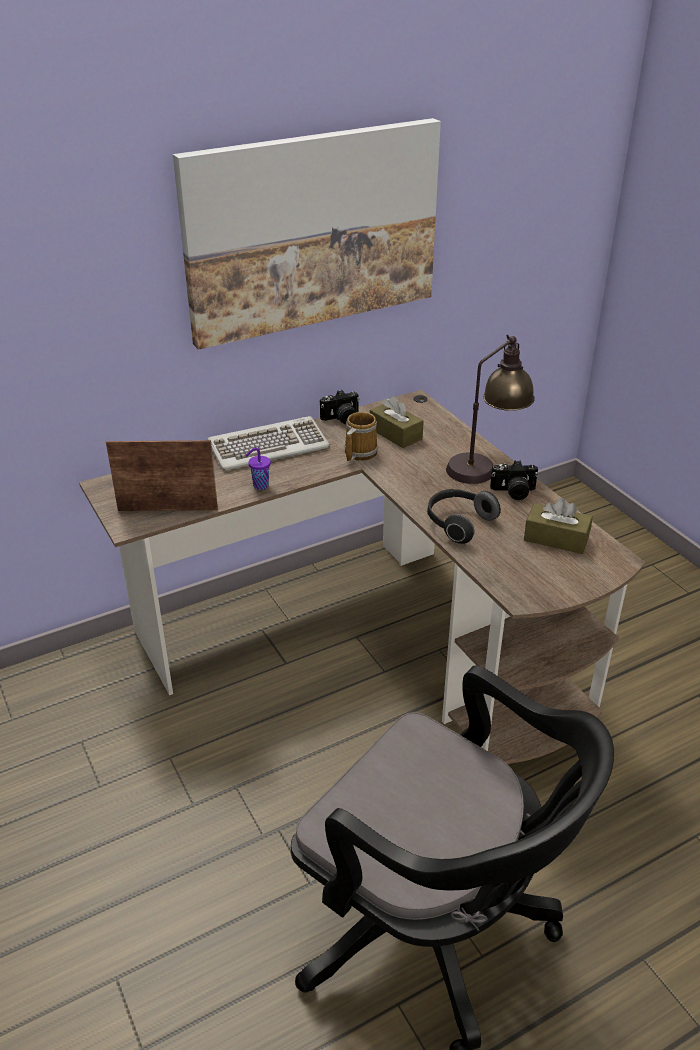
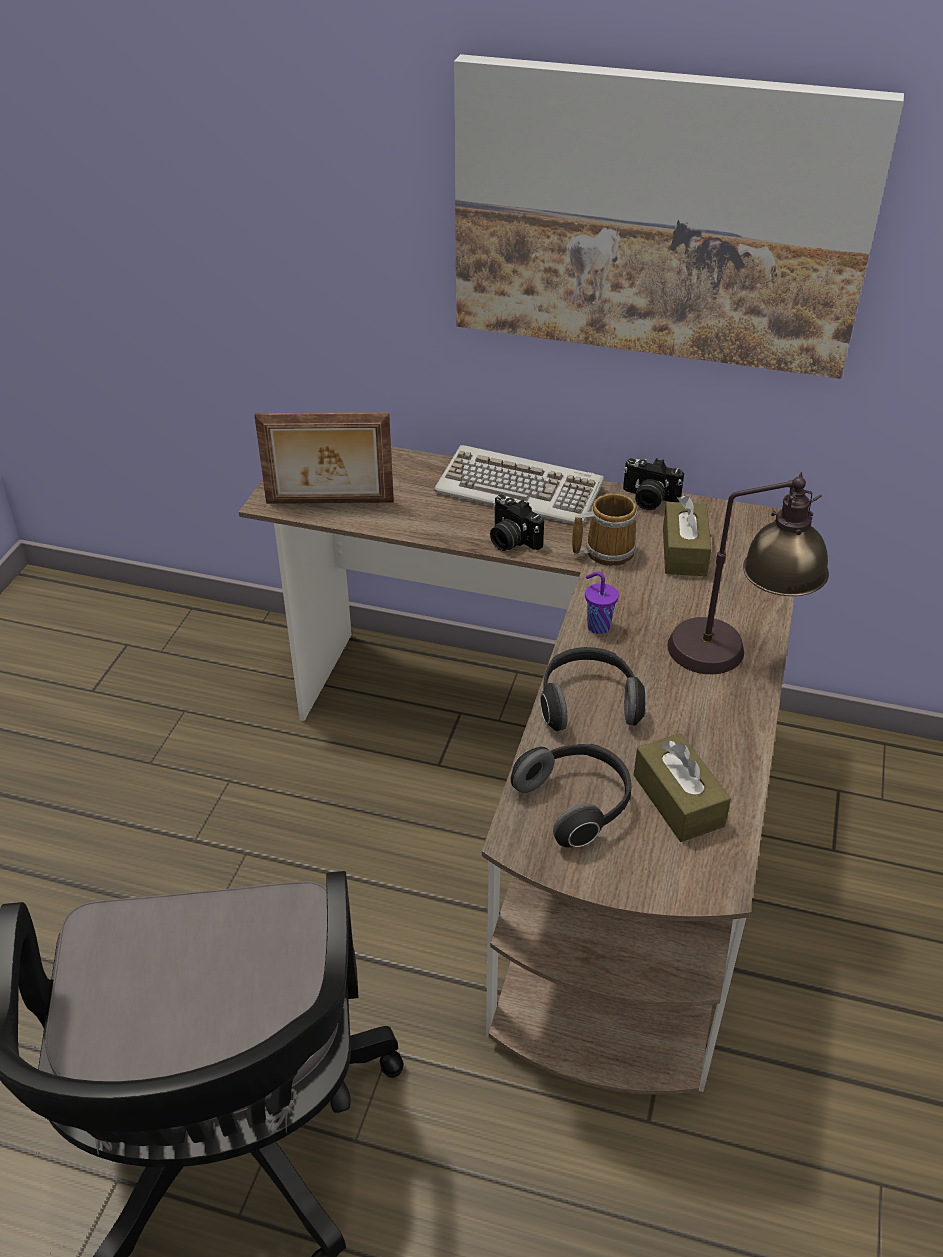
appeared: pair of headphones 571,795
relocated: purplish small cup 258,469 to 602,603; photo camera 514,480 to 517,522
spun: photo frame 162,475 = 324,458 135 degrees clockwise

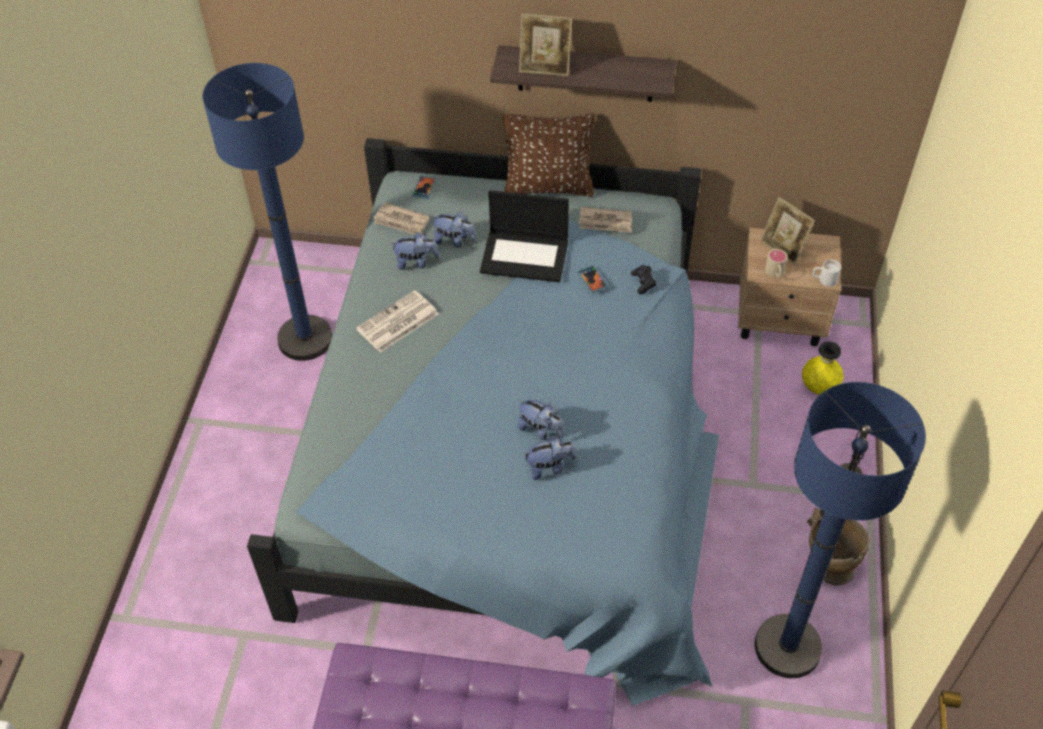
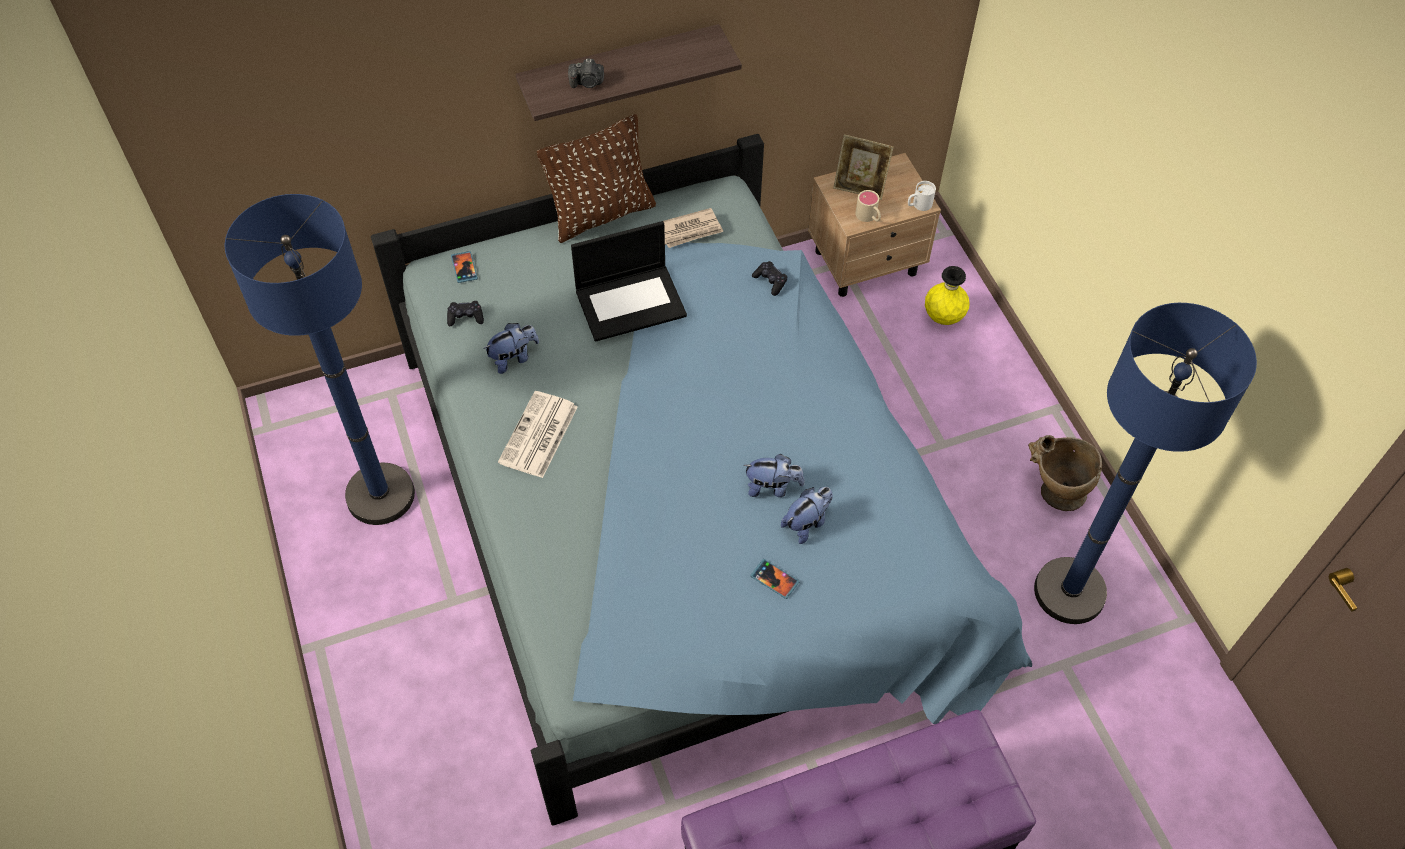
missing: cuddly toy 454,230
relocated: phone 593,279 to 774,579
exchanged: newspaper 402,218 to black-coloured gamepad 465,313; photo frame 546,44 to photo camera 586,73

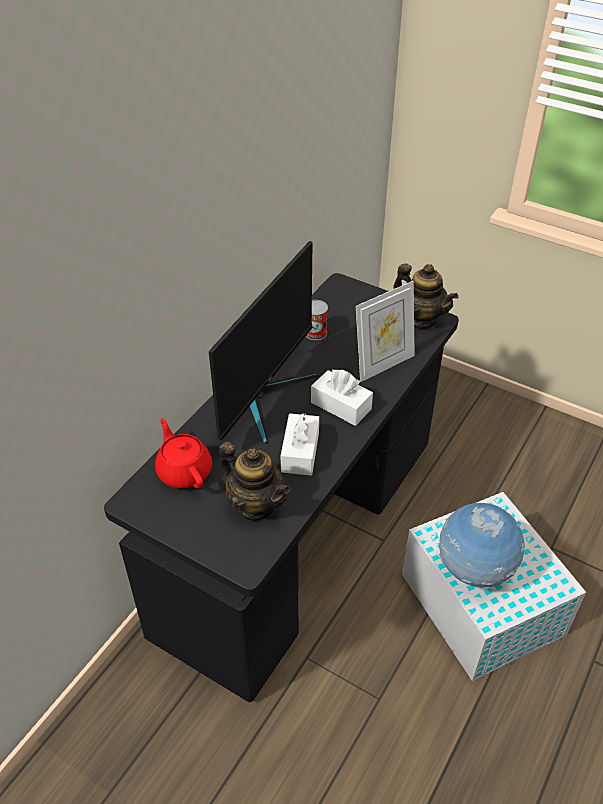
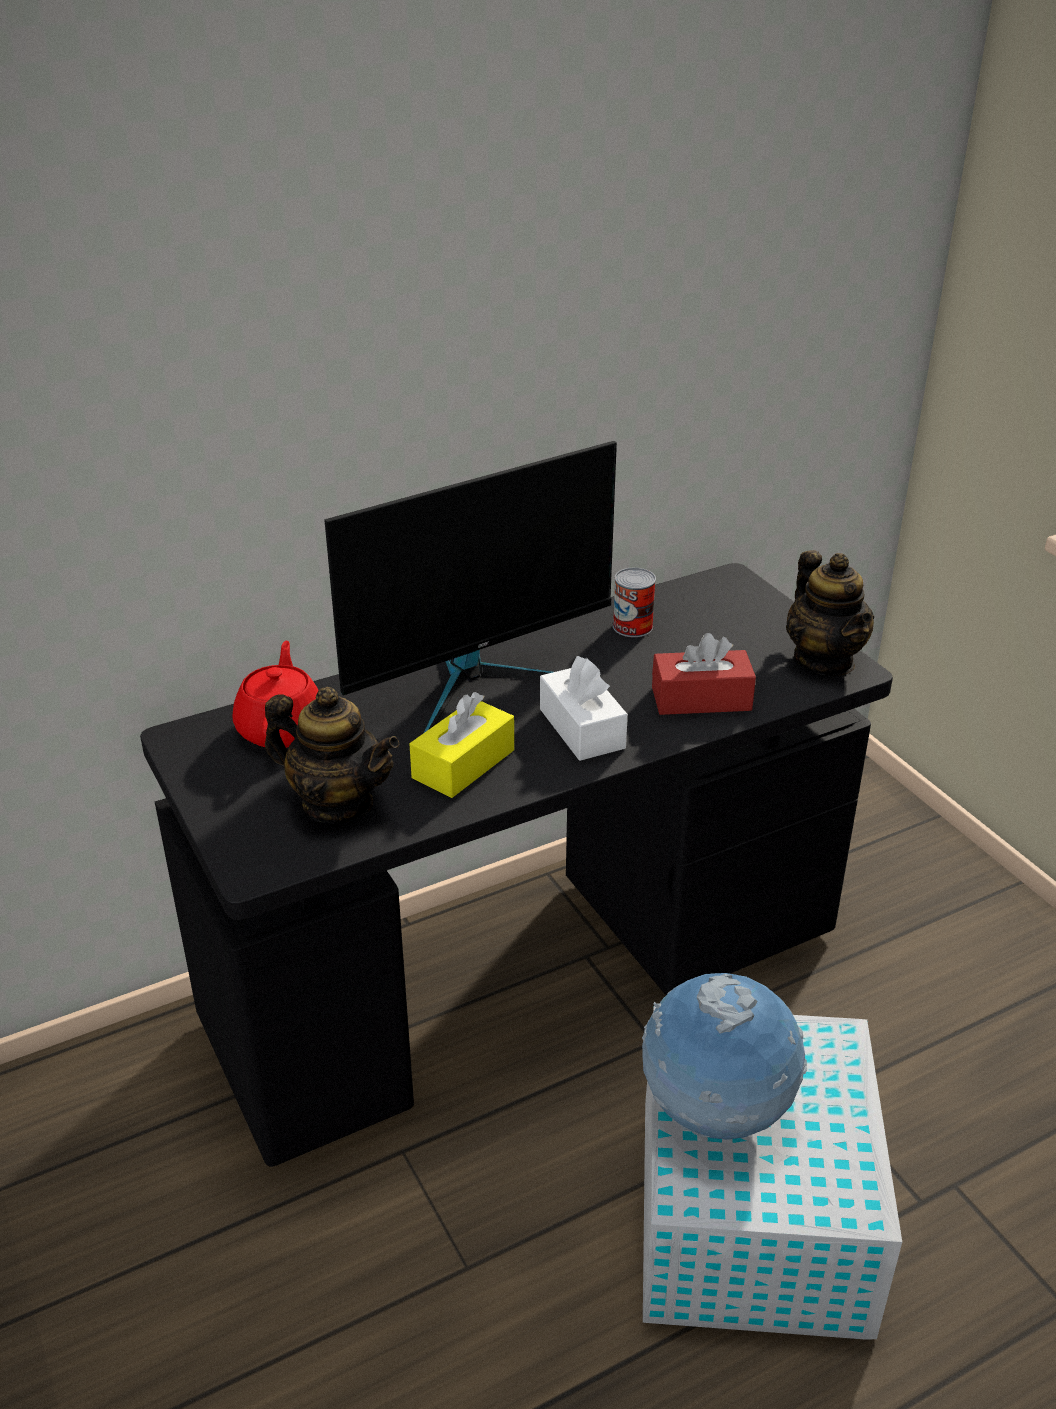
exchanged: photo frame 385,331 to red tissue box 704,674
colour: white tissue box 300,444 to yellow tissue box 461,745
spun: teapot 254,481 = 332,755 45 degrees counterclockwise

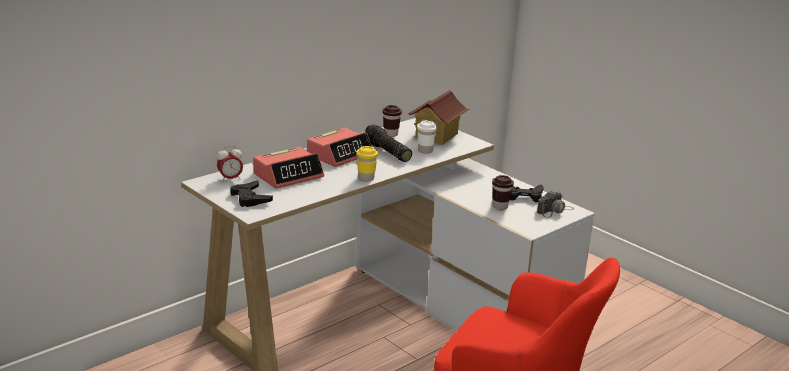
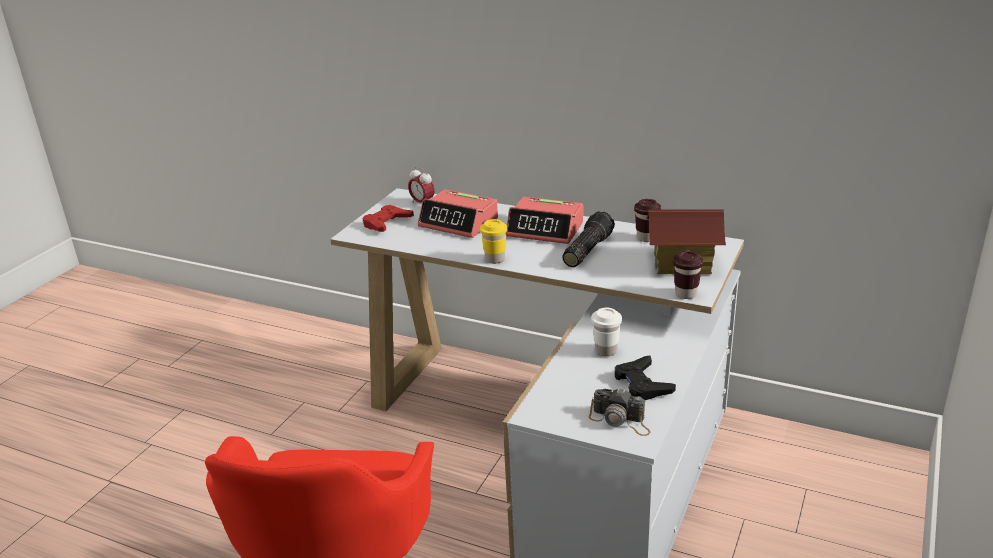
relocated: white small cup 427,137 to 606,331; brownish small cup 503,192 to 688,275
colour: black-coloured gamepad 251,193 to red gamepad 388,218

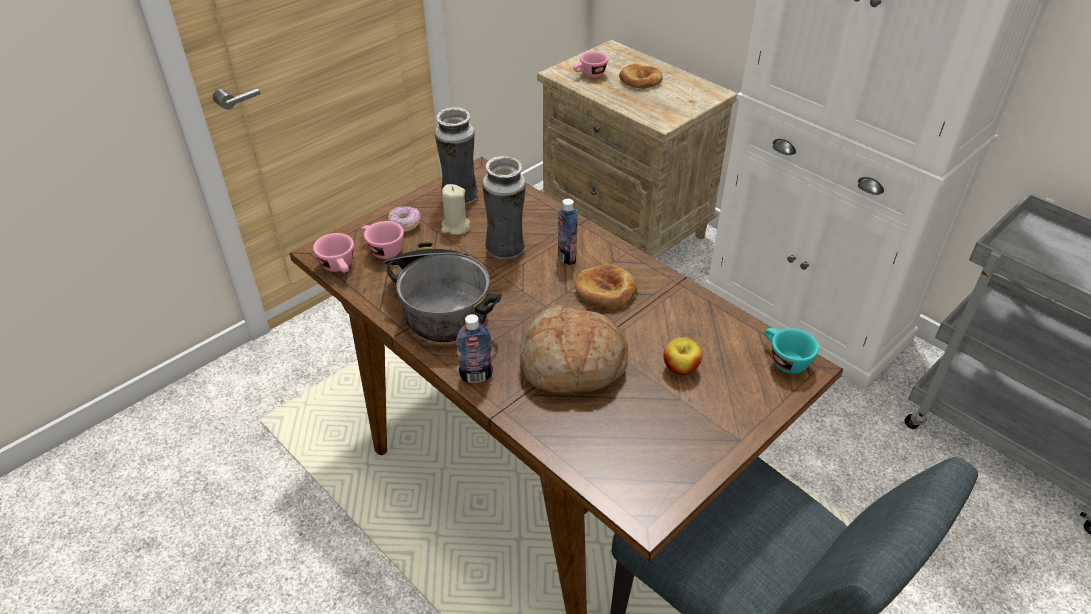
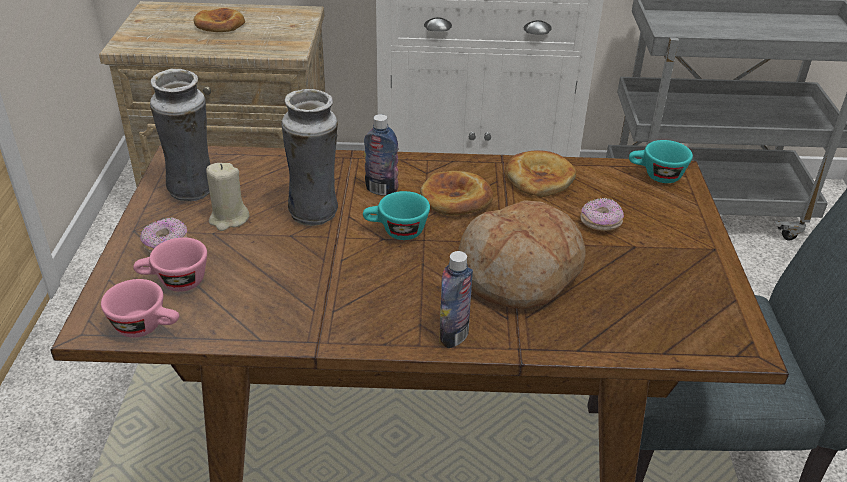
missing: stockpot 443,292; pinkish small cup 590,64
appeared: turquoise-coloured small cup 396,215; bakery bread 540,173
exchanged: apple 683,356 to donut 602,214

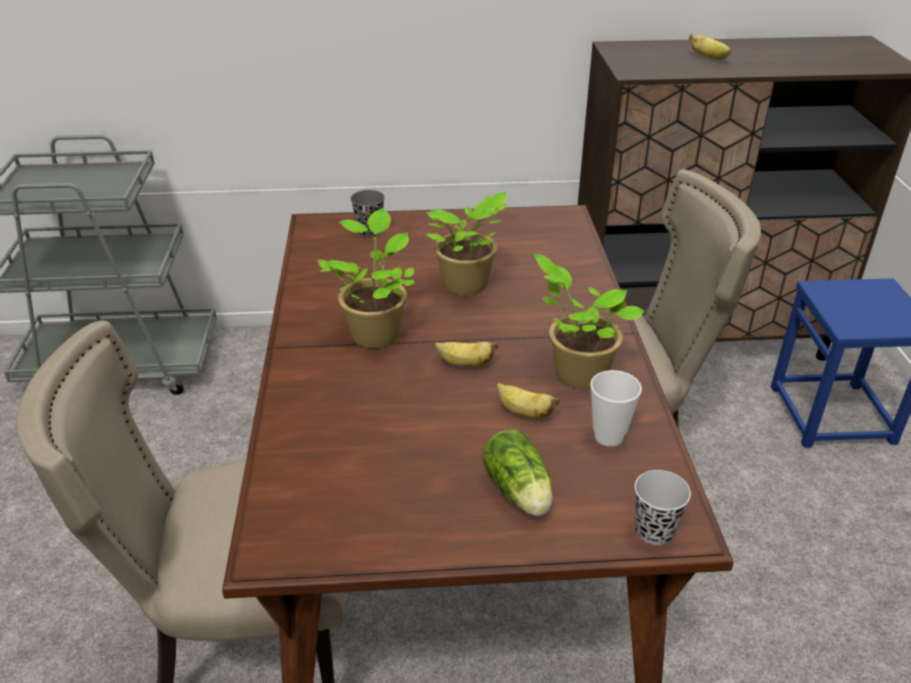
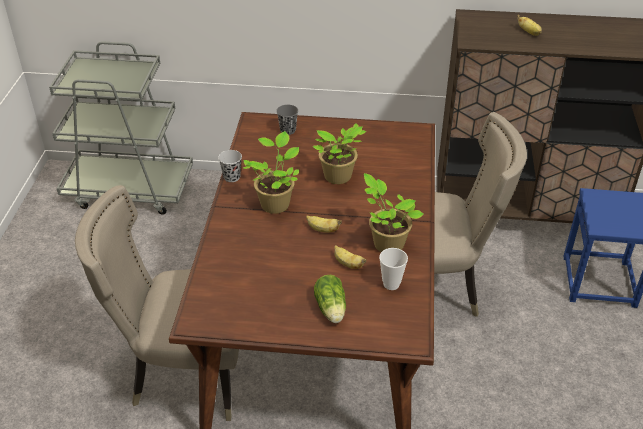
relocated: black-coloured small cup 663,507 to 230,166

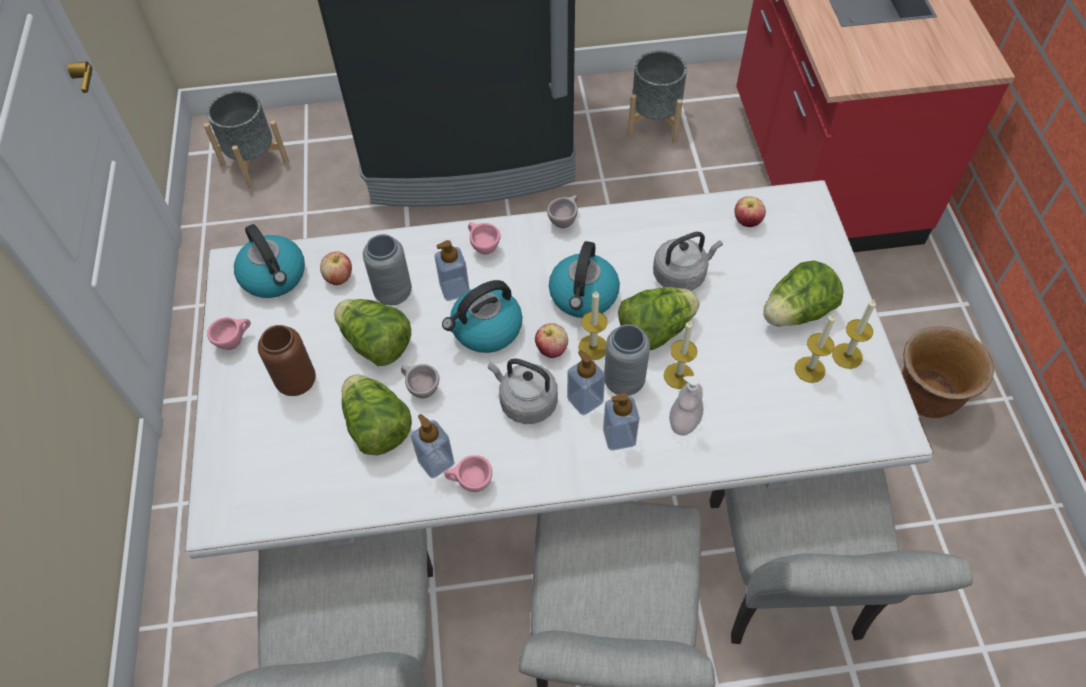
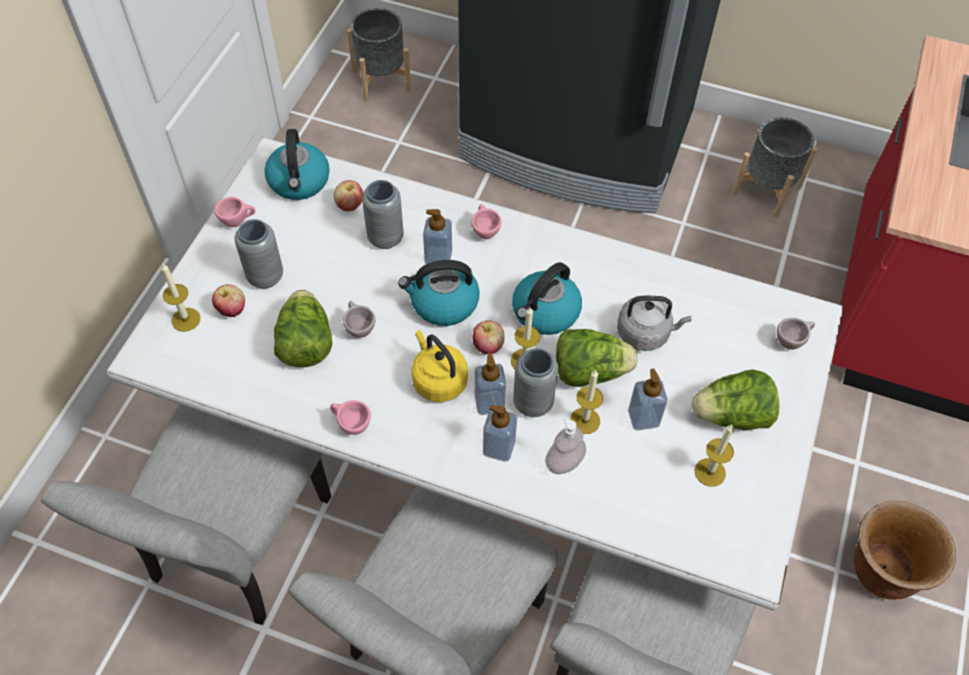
missing: lettuce head 372,332
relocated: soap dispenser 432,446 to 648,399; beige small cup 562,211 to 796,334; apple 750,211 to 228,300; candle 854,334 to 180,298
colour: brownish vase 287,360 to gray vase 259,254; gray tea kettle 523,391 to yellow tea kettle 439,366

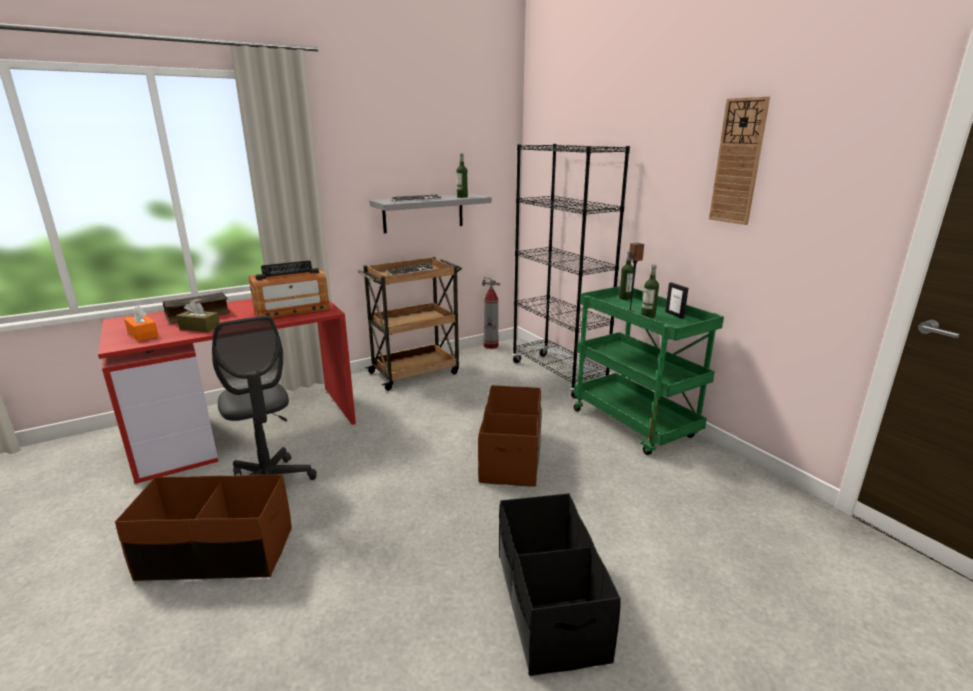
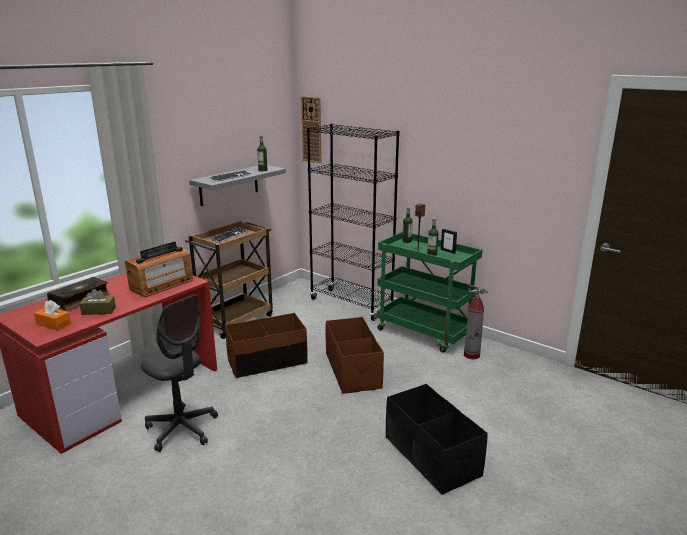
relocated: brownish storage container 203,527 to 266,345; fire extinguisher 491,313 to 476,322; wall clock 739,160 to 311,129

